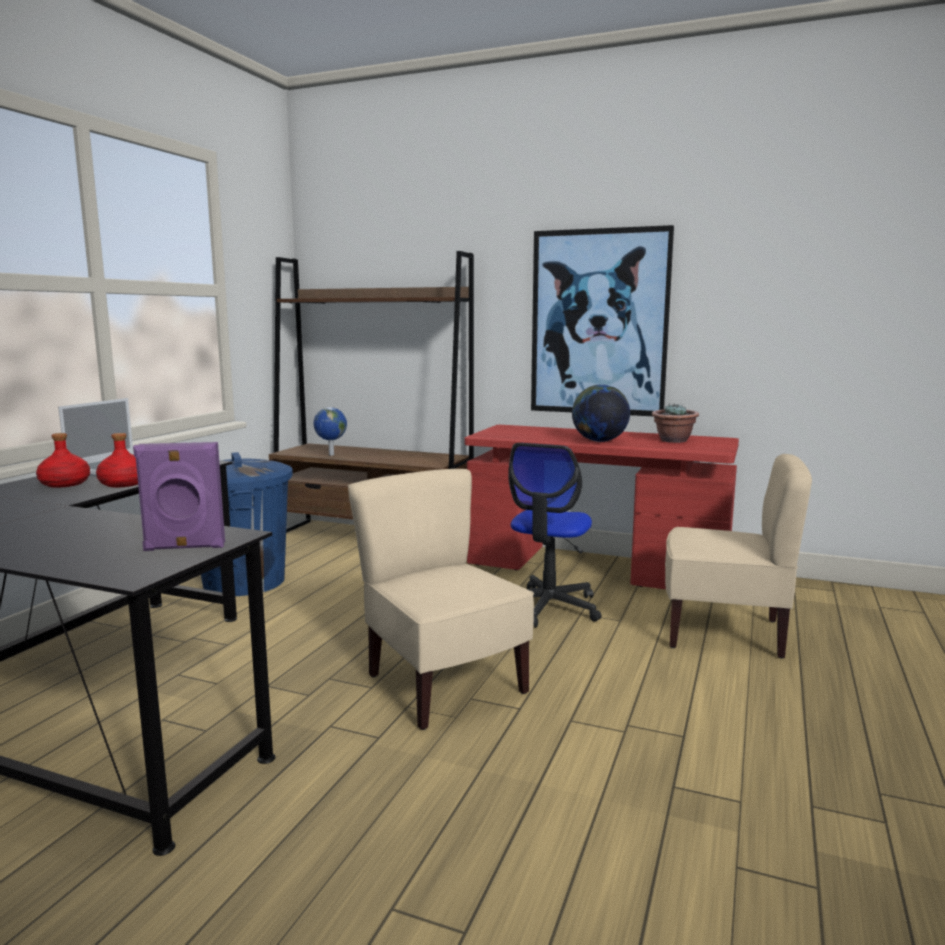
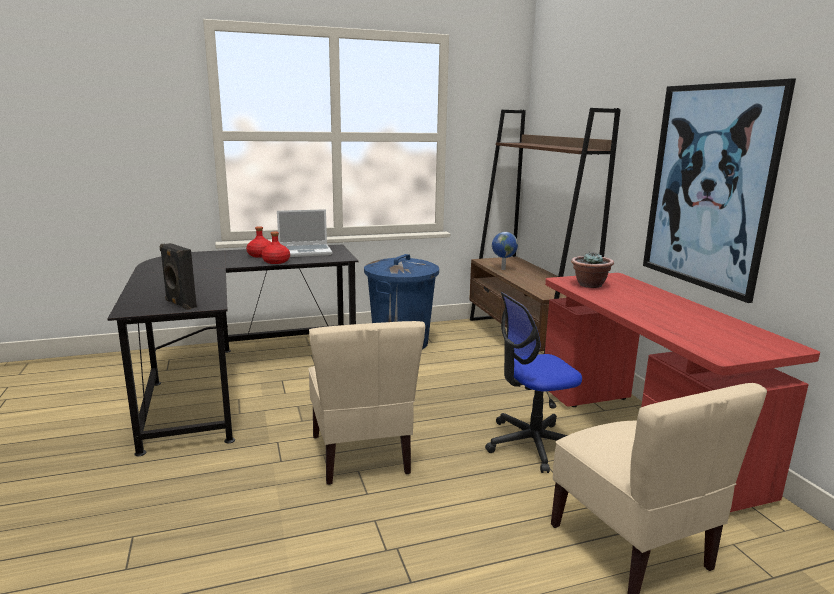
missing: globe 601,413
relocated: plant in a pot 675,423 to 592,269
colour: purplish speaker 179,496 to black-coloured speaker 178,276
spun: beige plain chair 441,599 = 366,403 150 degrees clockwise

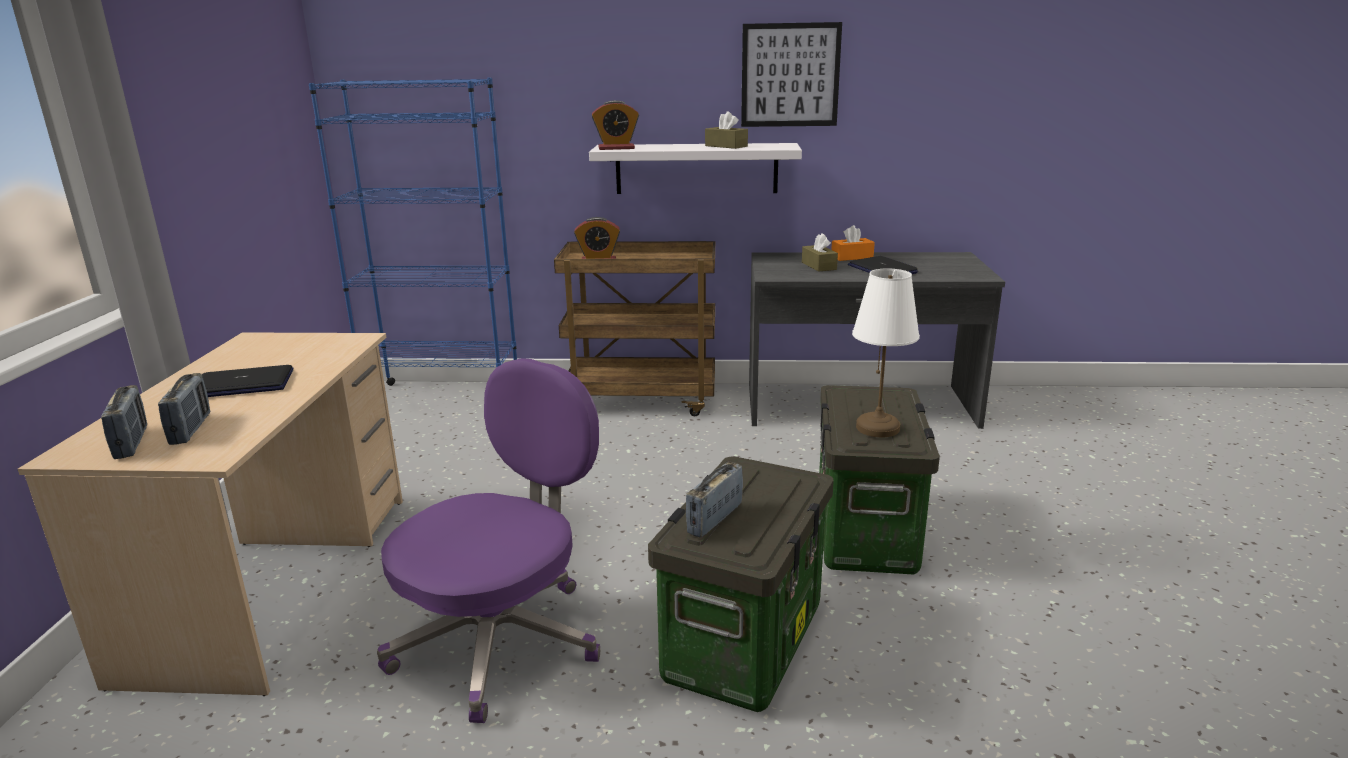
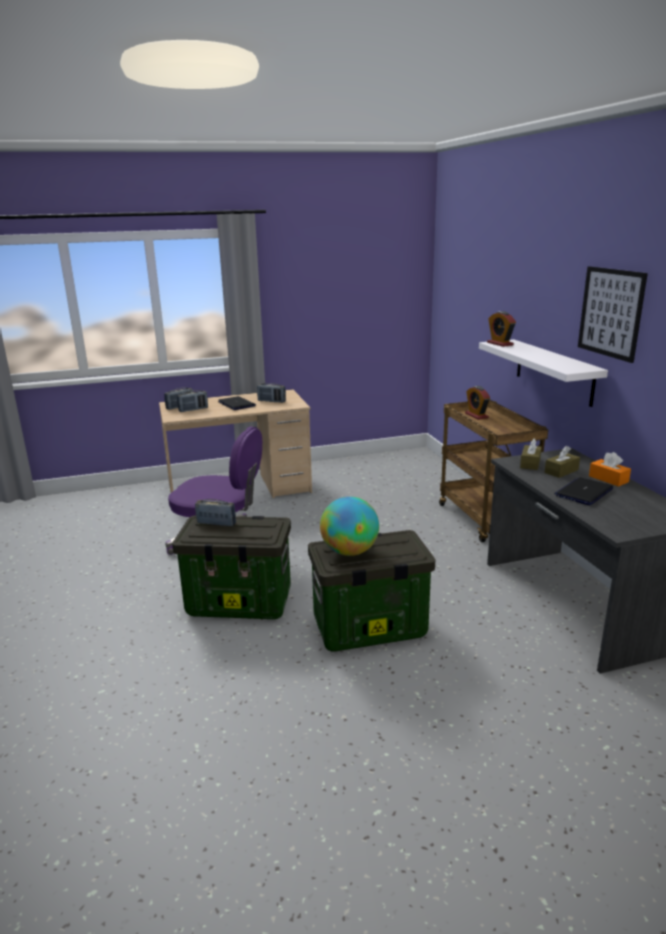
missing: blue-coloured bookcase 413,231
appeared: radio set 271,393
relocated: brownish tissue box 726,130 to 531,454
exchanged: white table lamp 886,352 to globe 349,526

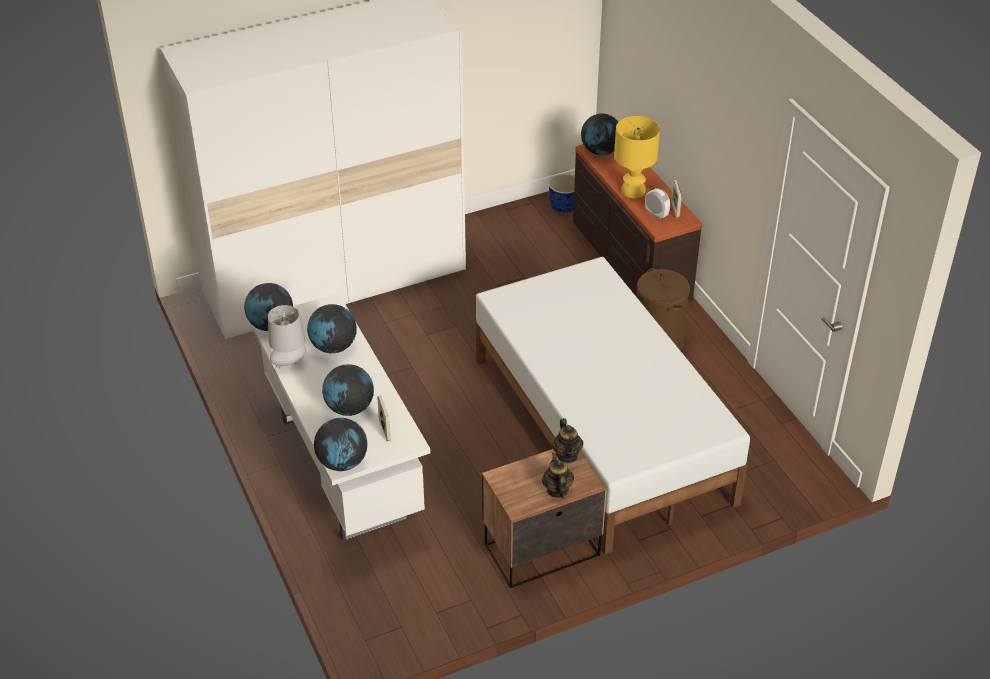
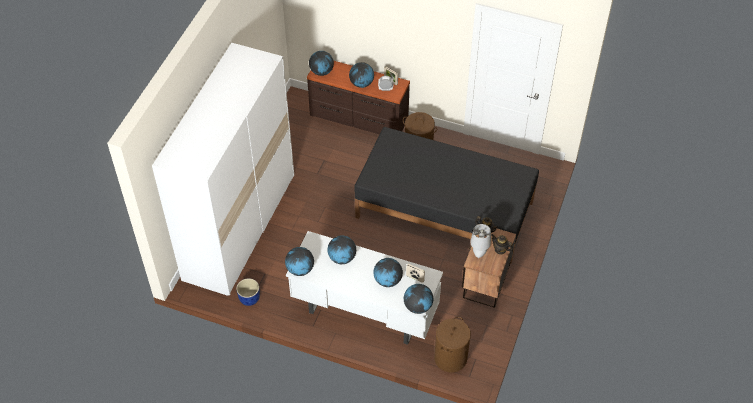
appeared: brownish washing basket 452,344
relocated: gray table lamp 287,337 to 480,241; blue-coloured flower pot 562,193 to 248,292
exchanged: yellow table lamp 637,157 to globe 361,75
colour: white sleeping bed 613,406 to black-coloured sleeping bed 446,195

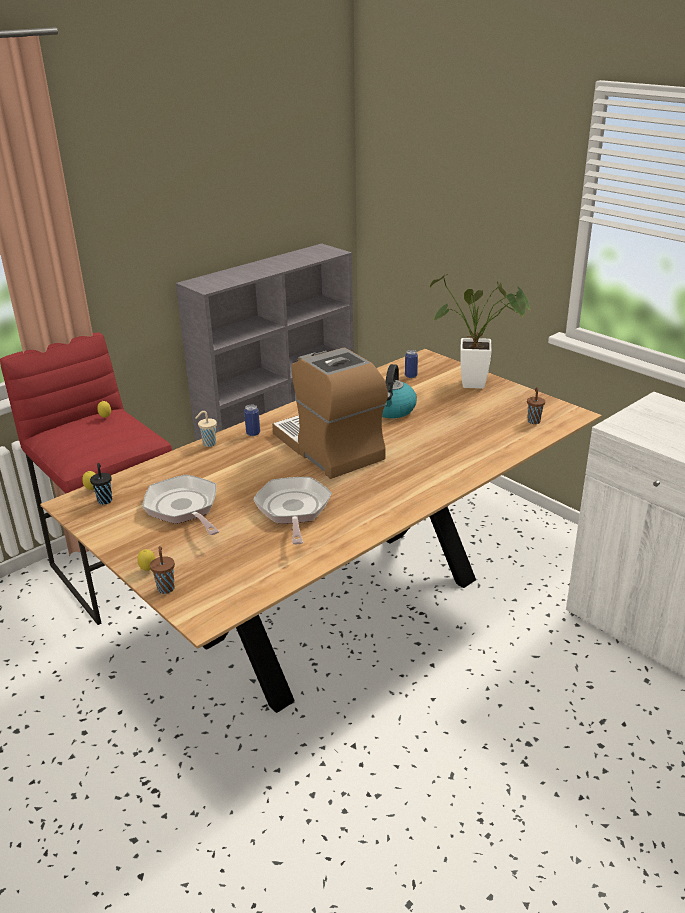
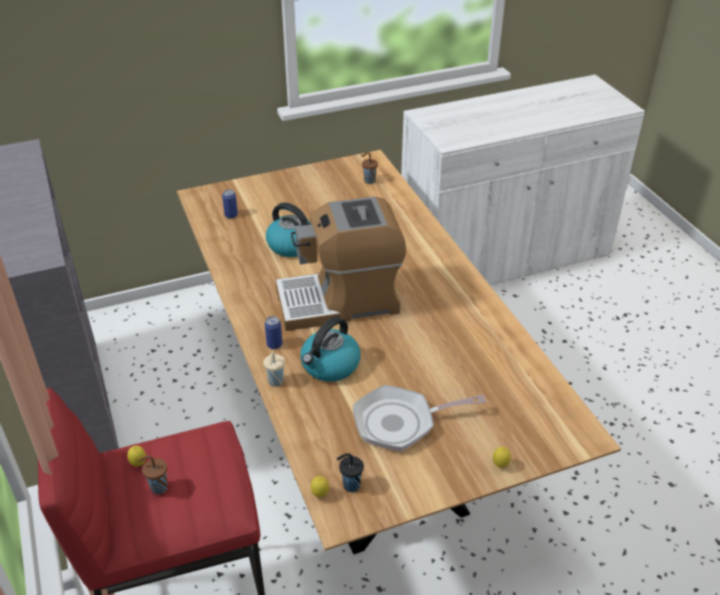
missing: frying pan 292,510; plant in a pot 480,332
appeared: tea kettle 330,349
relocated: brownish small cup 162,570 to 153,474

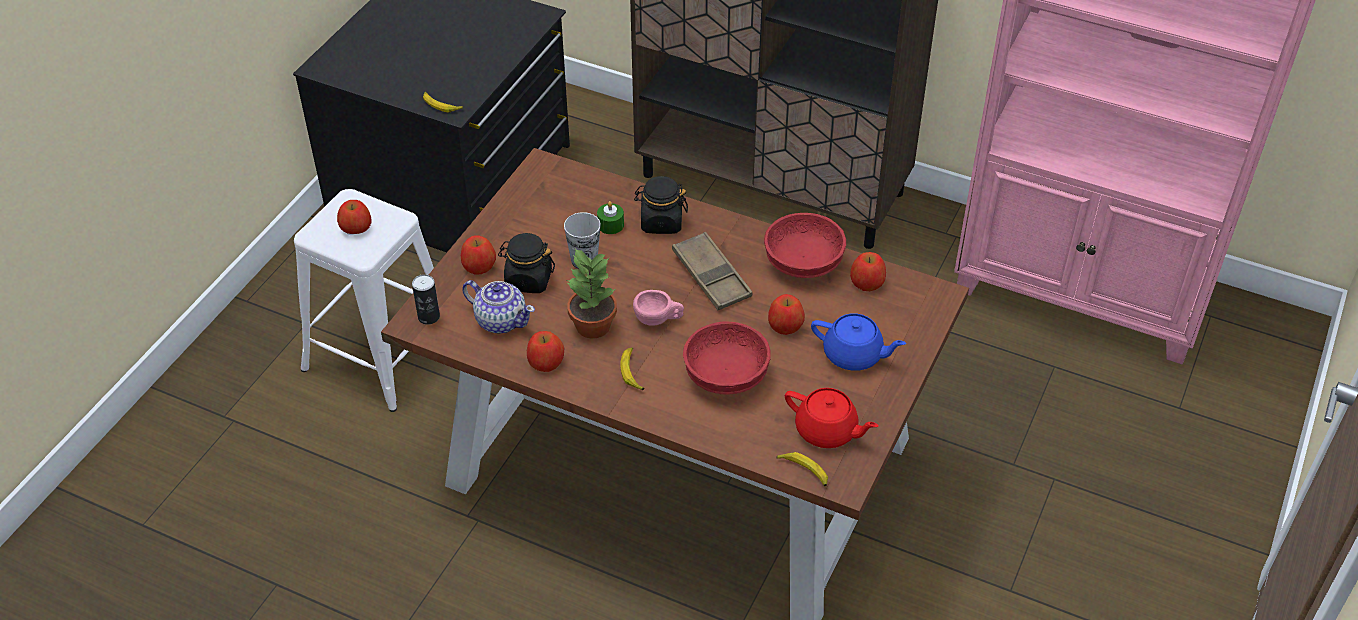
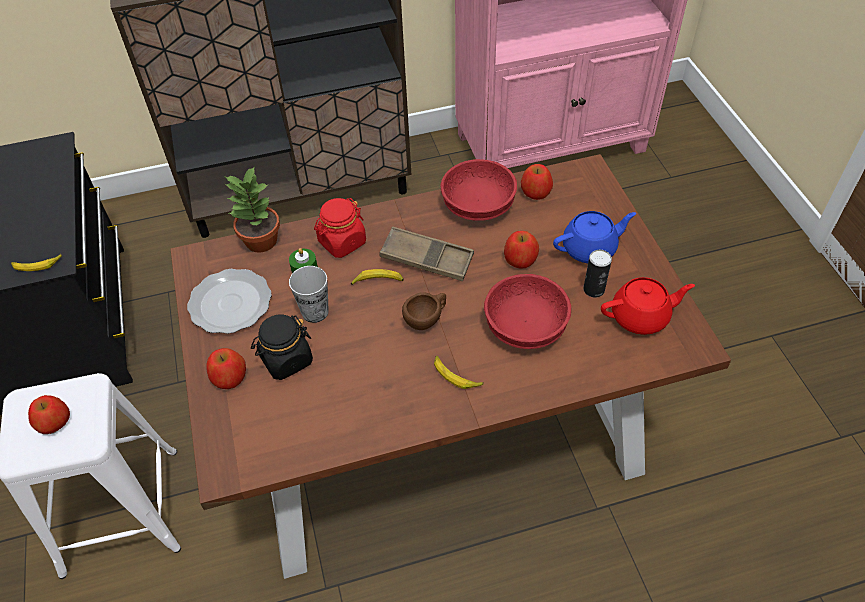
missing: teapot 498,307; apple 545,351
appeared: dinner plate 229,301
relocated: sealed can 426,299 to 597,274; plant in a pot 592,294 to 252,209; whole banana 802,469 to 377,277
colour: pinkish small cup 658,308 to brownish small cup 424,311; black-coloured preserve jar 661,205 to red preserve jar 340,228

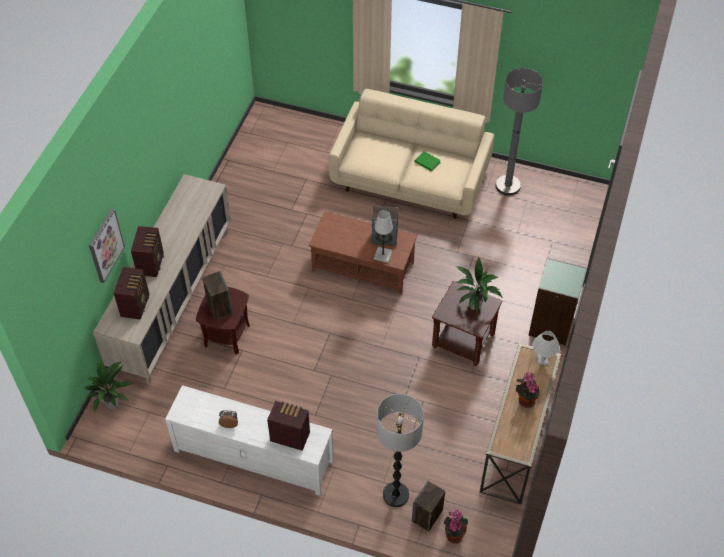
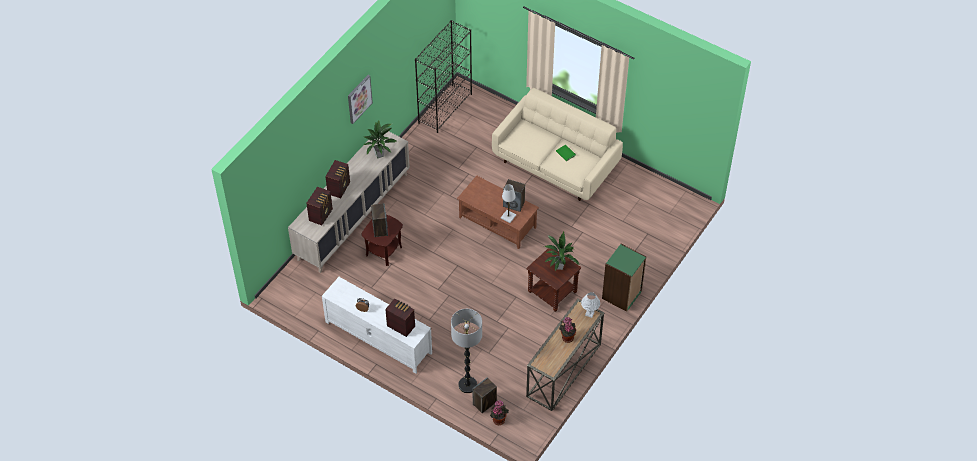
missing: gray standing lamp 519,132
appeared: black-coloured bookcase 443,76
relocated: plant in a pot 108,386 to 380,139; picture 107,245 to 360,99

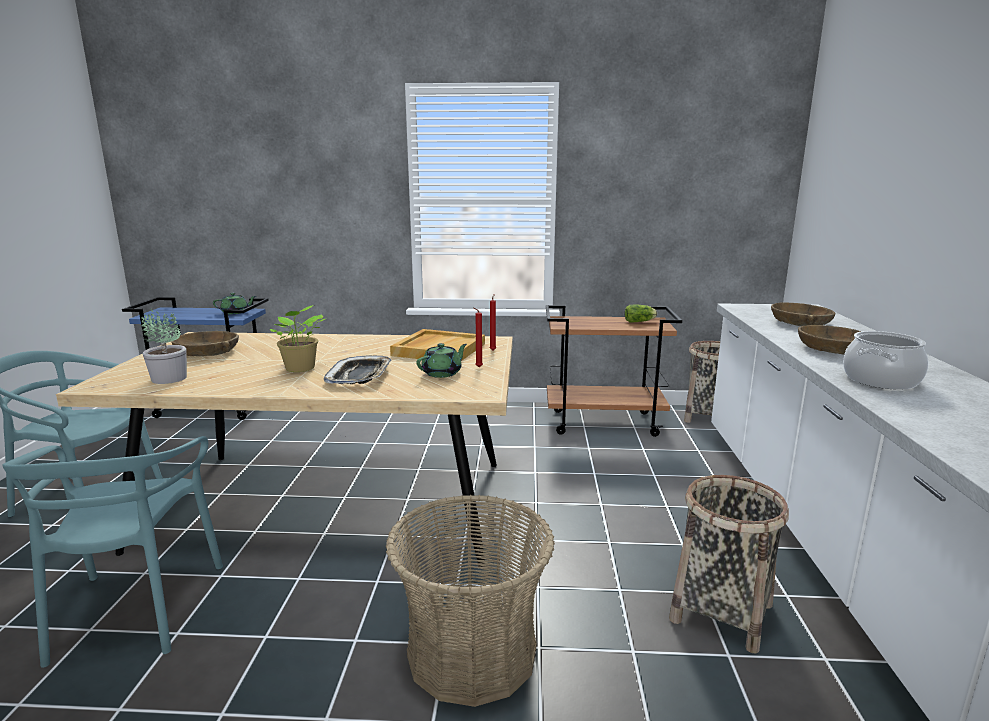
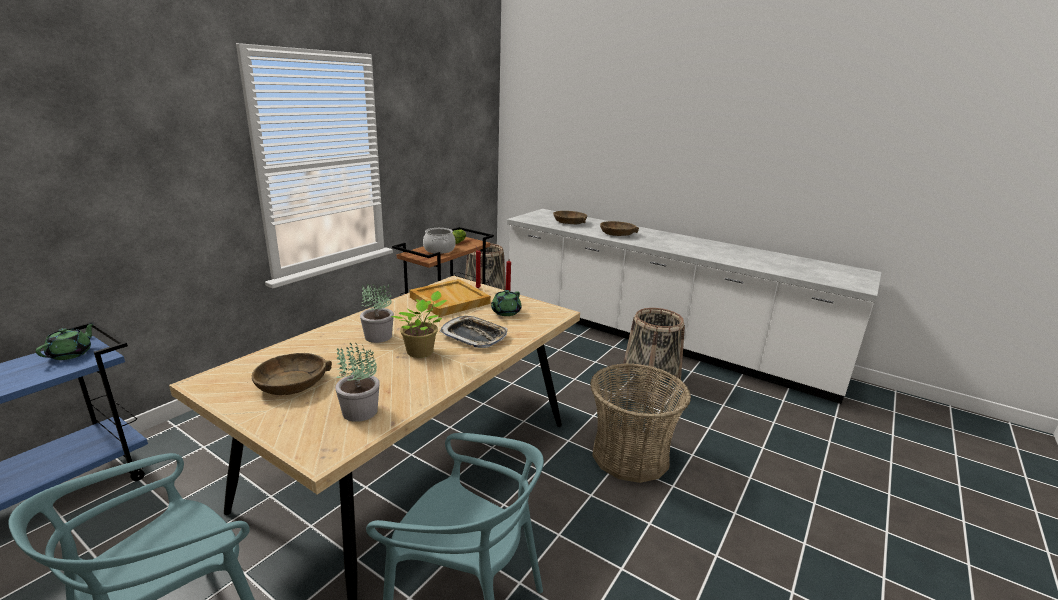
appeared: plant in a pot 377,313
relocated: stockpot 885,360 to 439,241
spun: greenish teapot 441,360 = 506,303 135 degrees counterclockwise

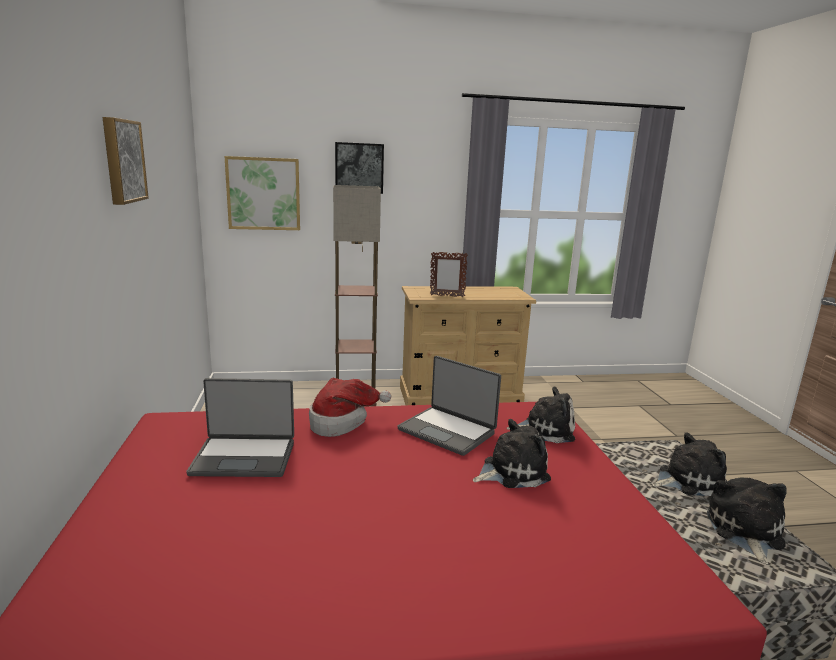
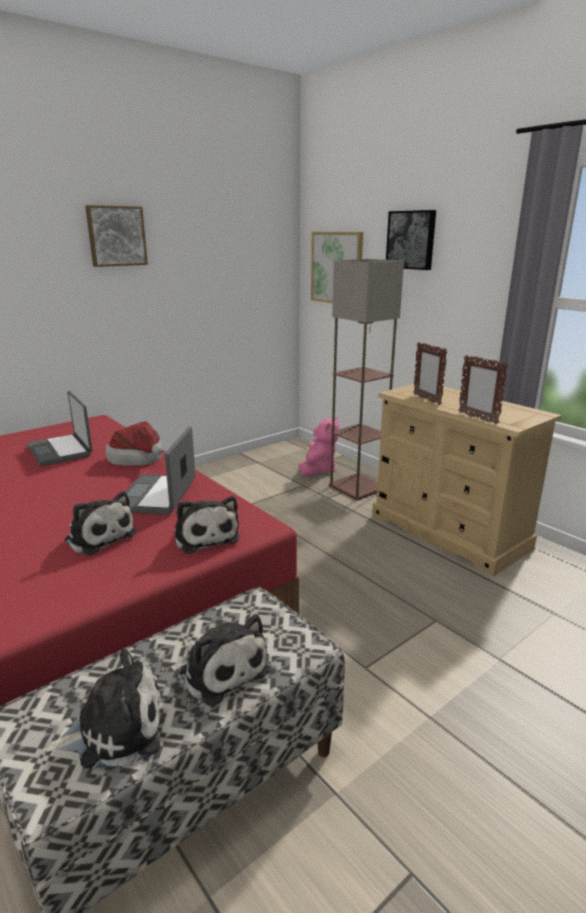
appeared: pinkish cuddly toy 318,446; photo frame 483,389

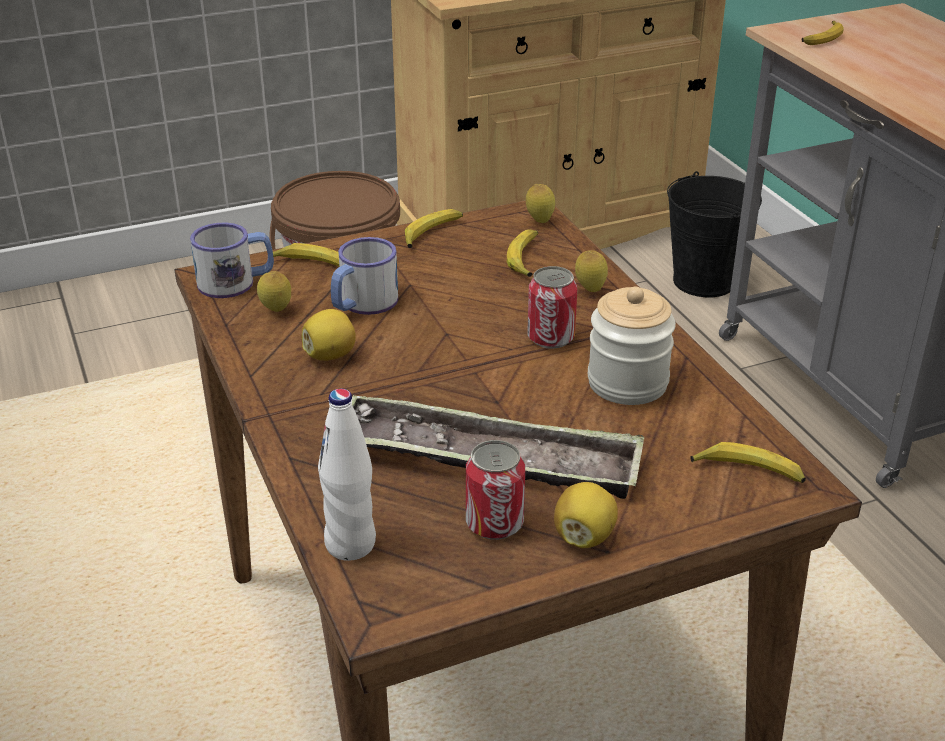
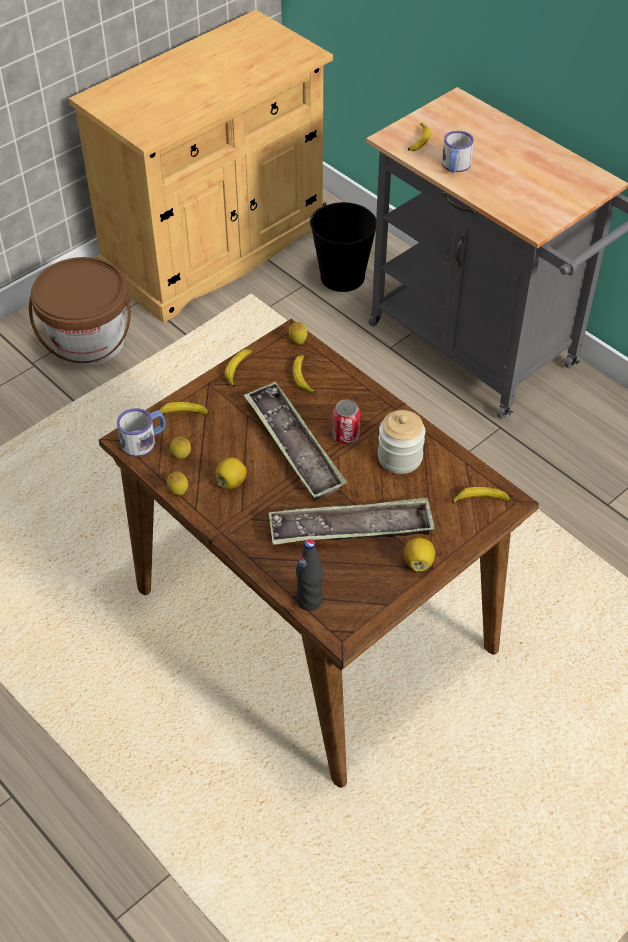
missing: sealed can 495,490
appeared: serving tray 295,441
relocated: mug 364,276 to 458,152; citrus fruit 591,271 to 177,483
colour: white beverage bottle 347,475 to black-coloured beverage bottle 309,575

